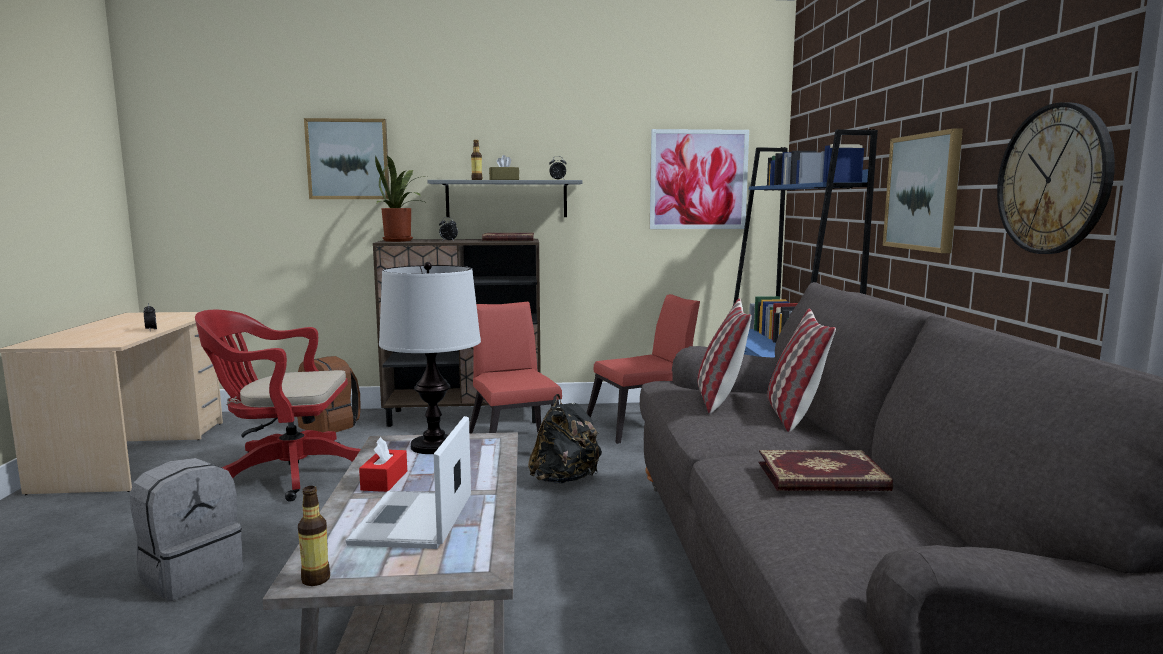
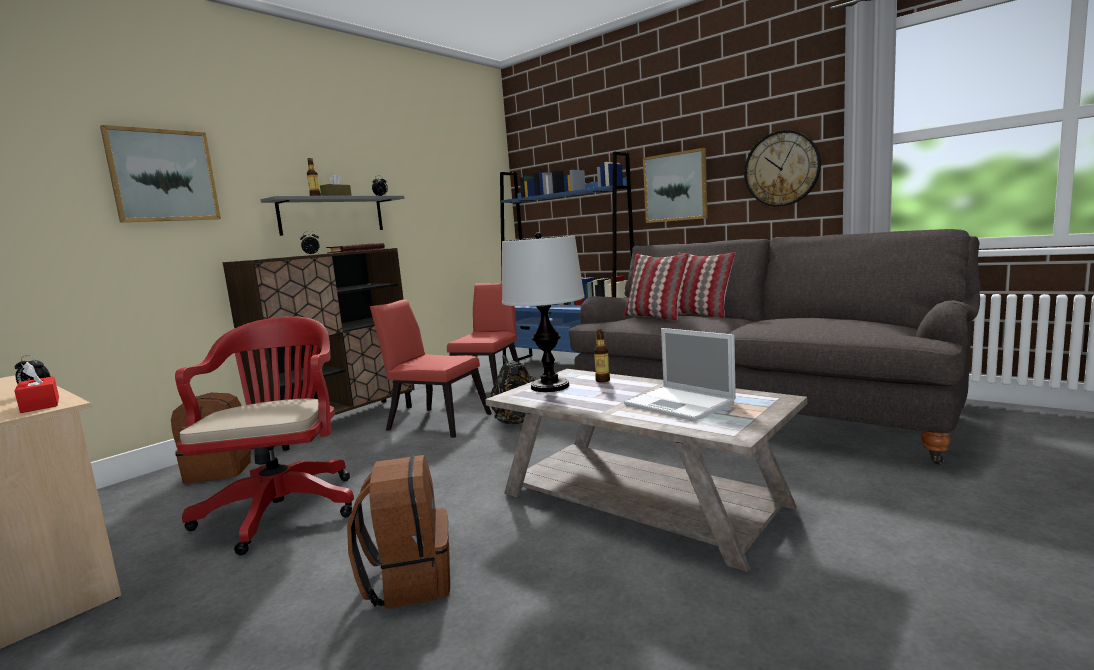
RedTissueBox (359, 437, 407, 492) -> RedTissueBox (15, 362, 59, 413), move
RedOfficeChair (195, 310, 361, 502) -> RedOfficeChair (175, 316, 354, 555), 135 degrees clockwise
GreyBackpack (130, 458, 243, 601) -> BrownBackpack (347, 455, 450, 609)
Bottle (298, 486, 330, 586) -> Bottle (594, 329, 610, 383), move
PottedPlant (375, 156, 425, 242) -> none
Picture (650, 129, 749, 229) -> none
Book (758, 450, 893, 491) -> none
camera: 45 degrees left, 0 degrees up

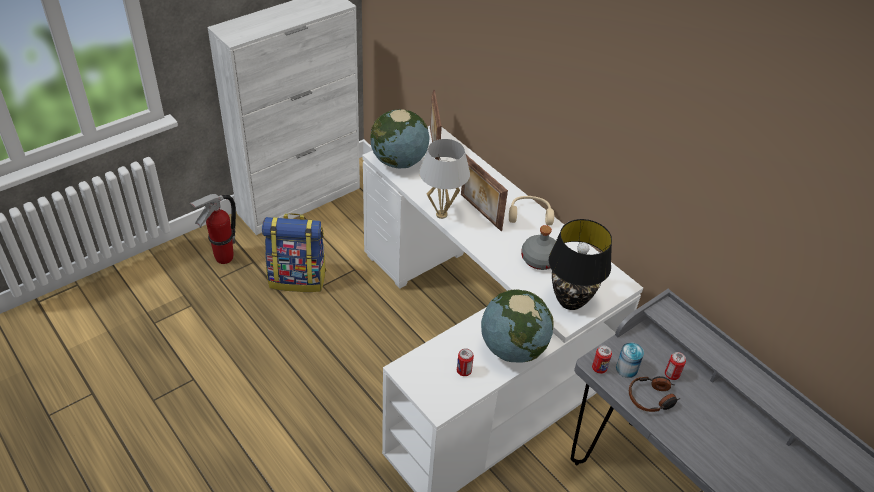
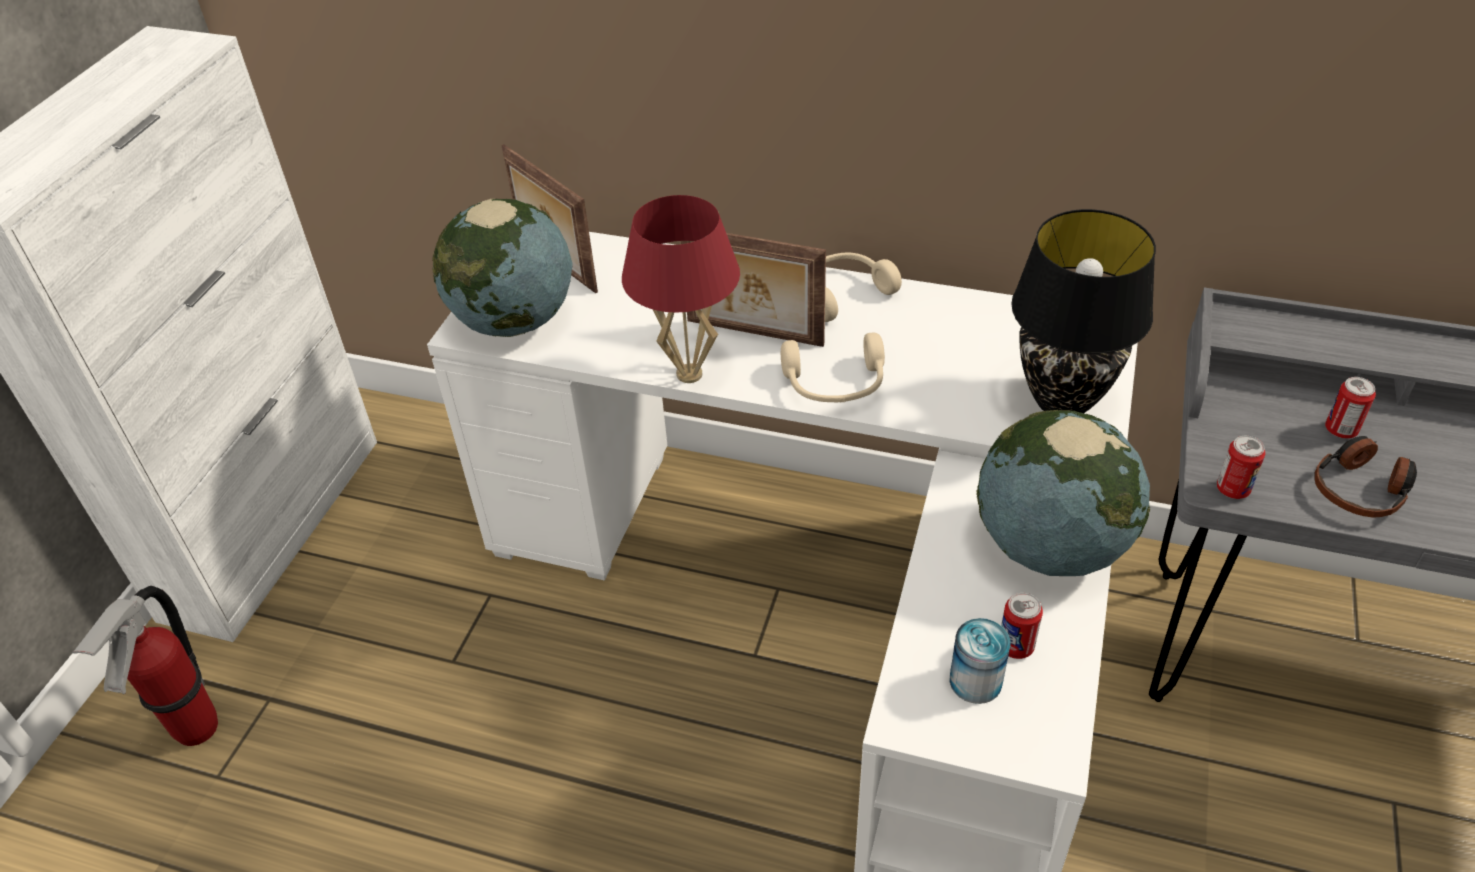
WhiteTableLamp (419, 139, 470, 219) -> RedTableLamp (622, 195, 740, 383)
none -> BeigeHeadphones (781, 333, 885, 402)
Can (616, 342, 644, 378) -> Can (950, 618, 1011, 704), move
Backpack (262, 213, 327, 292) -> none
GreyBottle (521, 225, 556, 270) -> none
camera: 30 degrees left, 0 degrees up

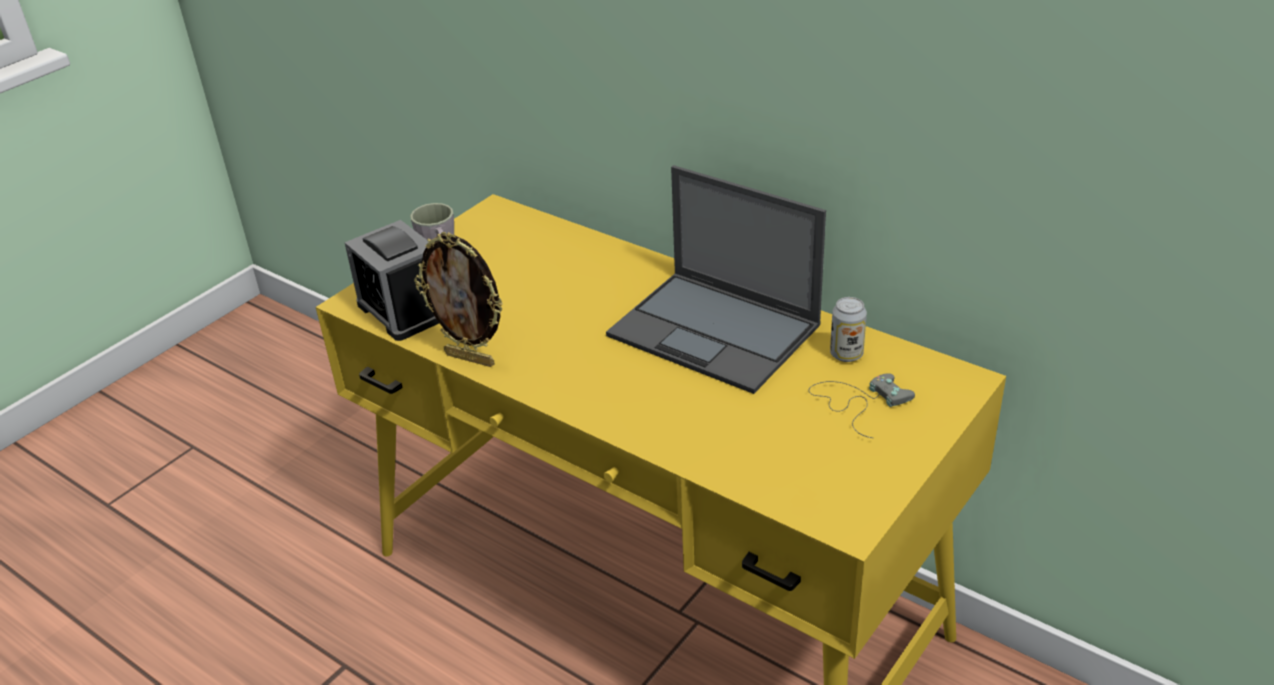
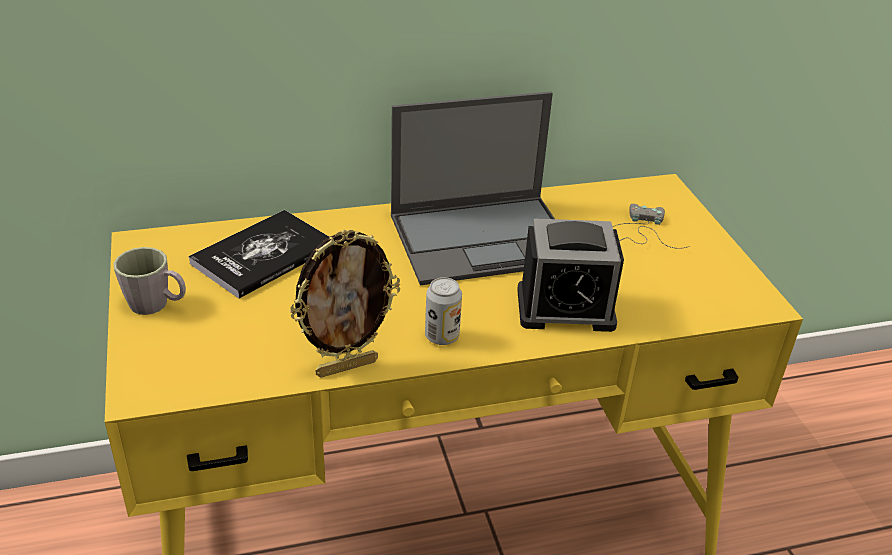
none -> Book (188, 210, 329, 299)
Can (830, 297, 867, 362) -> Can (425, 277, 462, 345), move
AlarmClock (344, 220, 439, 341) -> AlarmClock (517, 218, 624, 332), move
camera: 55 degrees left, 0 degrees up

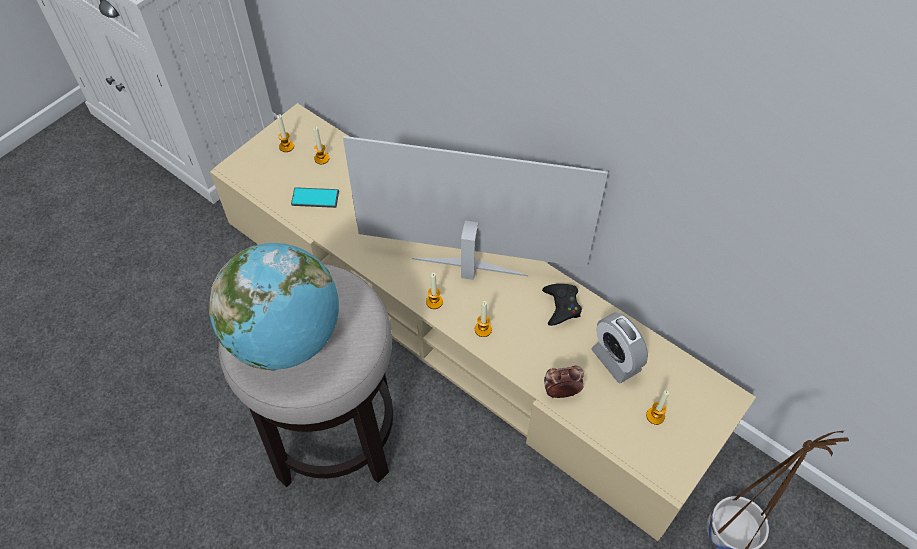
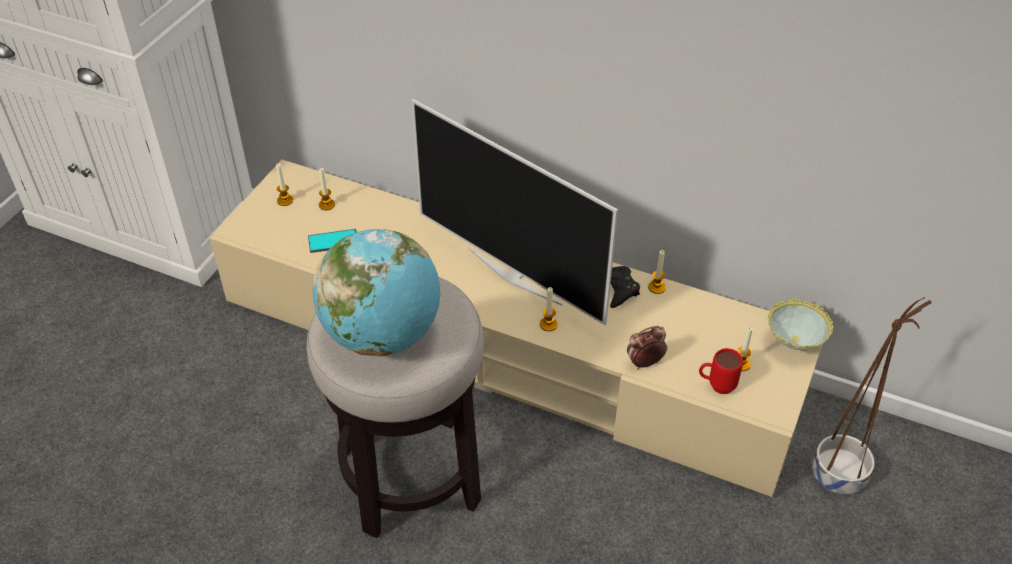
Television (343, 136, 608, 280) -> Television (412, 99, 618, 325), 135 degrees counterclockwise
Candle (426, 273, 443, 309) -> Candle (648, 250, 666, 294), move
none -> RedMug (699, 348, 743, 394)
none -> Bowl (768, 298, 833, 350)
AlarmClock (591, 313, 648, 384) -> none
camera: 15 degrees left, 10 degrees down

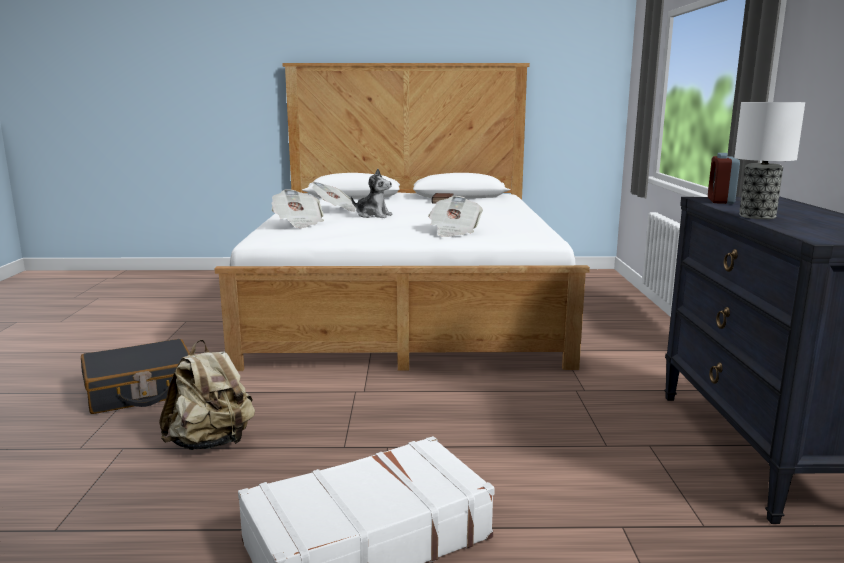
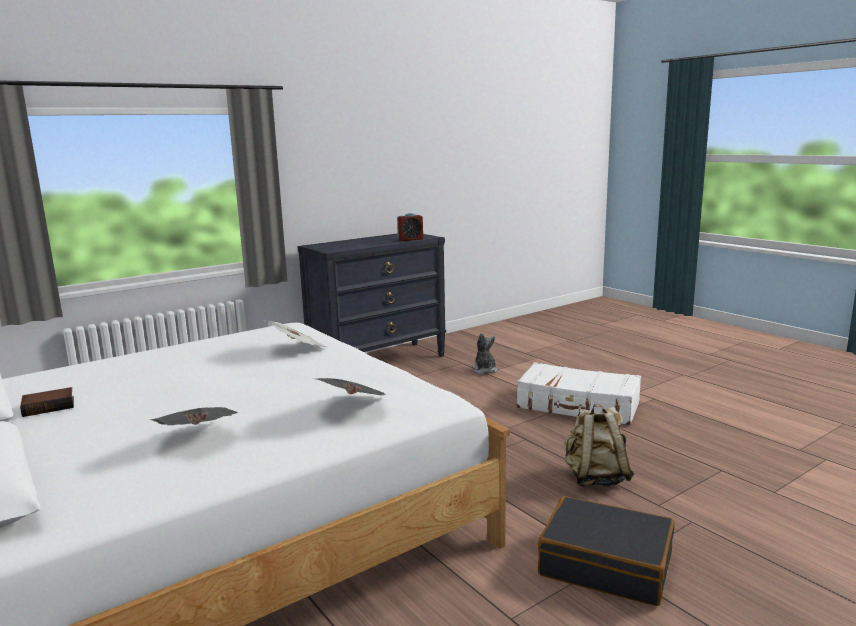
AlarmClock (708, 153, 740, 204) -> AlarmClock (397, 213, 423, 241), move
PlushToy (351, 169, 392, 218) -> PlushToy (472, 333, 497, 374), move
TableLamp (734, 102, 805, 219) -> none
camera: 125 degrees left, 0 degrees up

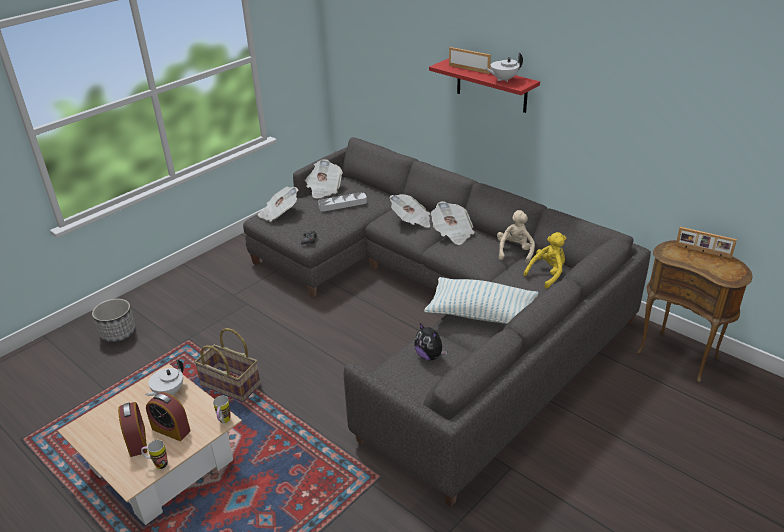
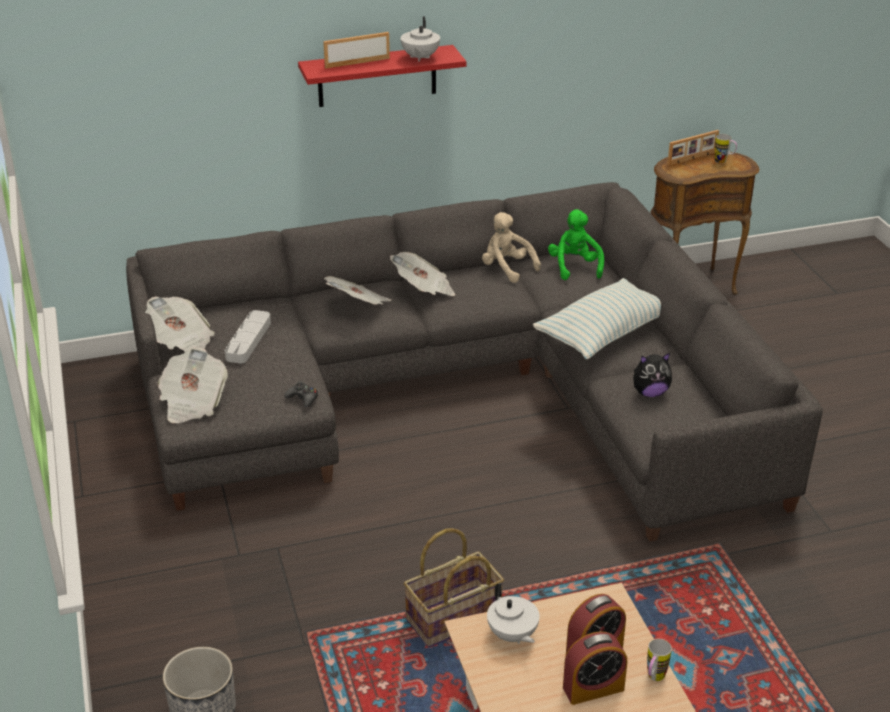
YellowPlushToy (524, 232, 566, 289) -> GreenPlushToy (548, 209, 604, 280)
AlarmClock (118, 402, 147, 457) -> AlarmClock (563, 631, 627, 705), 150 degrees clockwise
Mug (213, 396, 230, 423) -> Mug (715, 134, 737, 163), move
camera: 60 degrees left, 0 degrees up

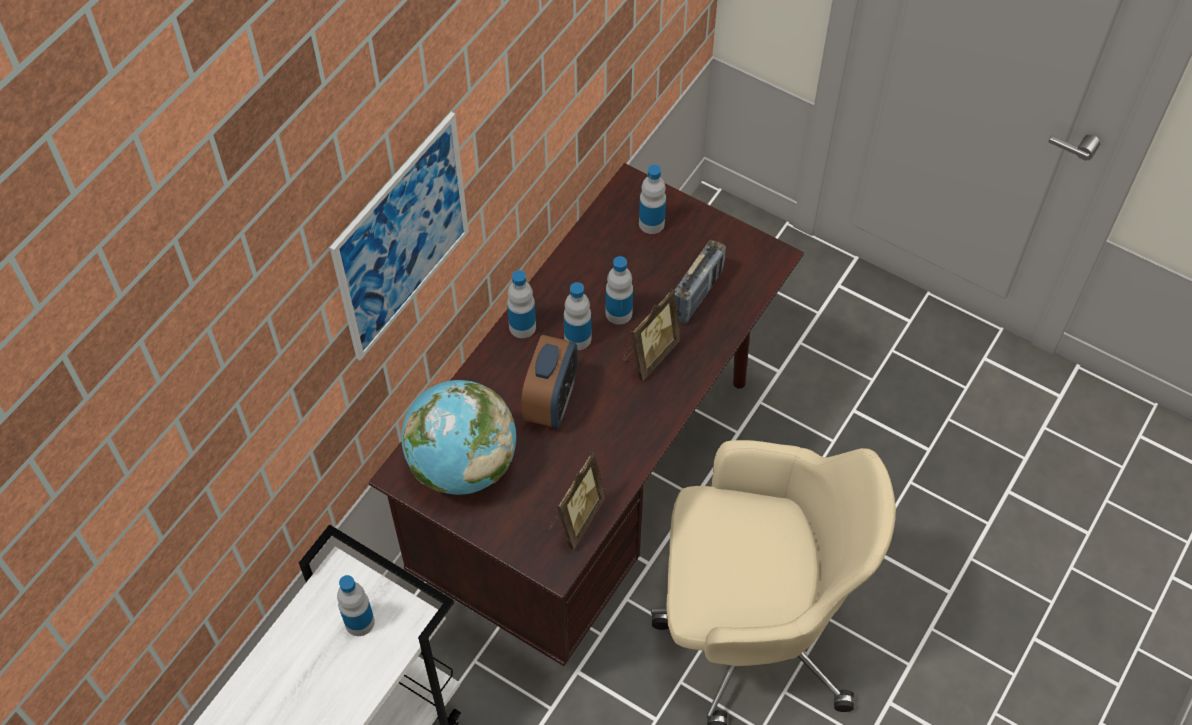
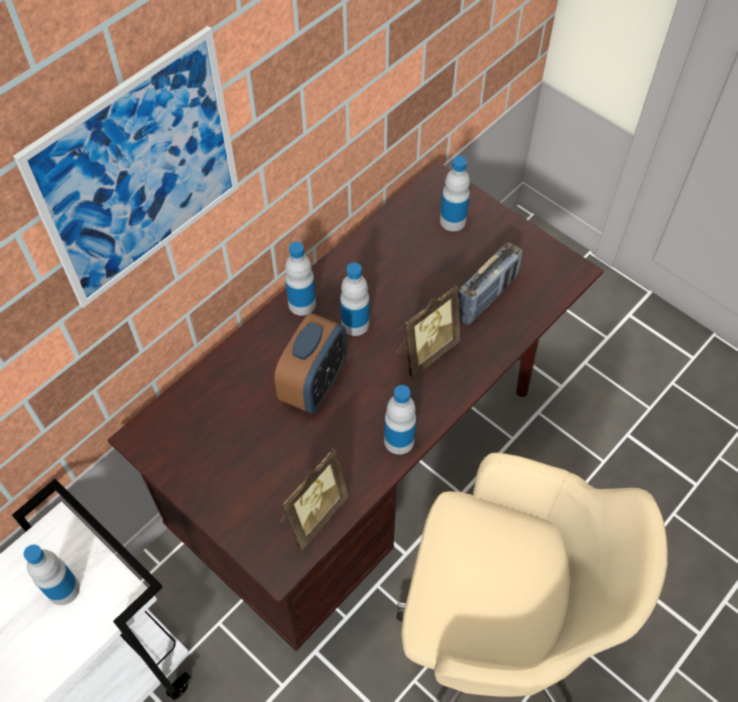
Bottle (606, 256, 633, 325) -> Bottle (384, 385, 416, 455), move
Globe (401, 380, 516, 495) -> none
camera: 10 degrees right, 0 degrees up

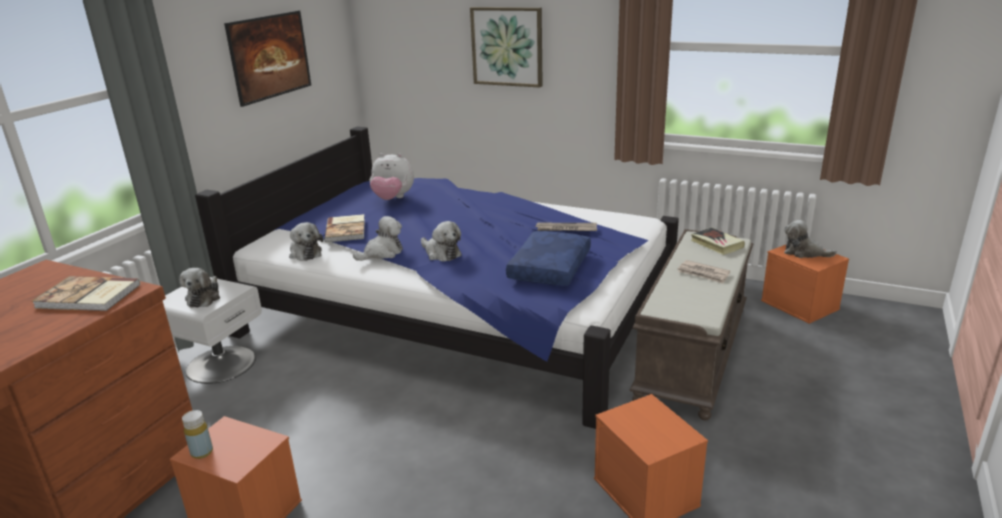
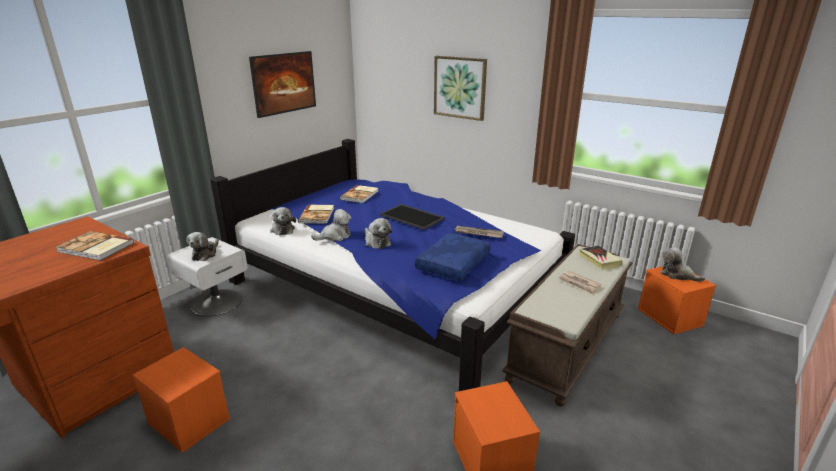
PlushToy (370, 153, 414, 200) -> Book (340, 185, 378, 203)
none -> Tray (380, 204, 445, 230)
YellowBottle (182, 410, 213, 459) -> none
camera: 10 degrees right, 0 degrees up

